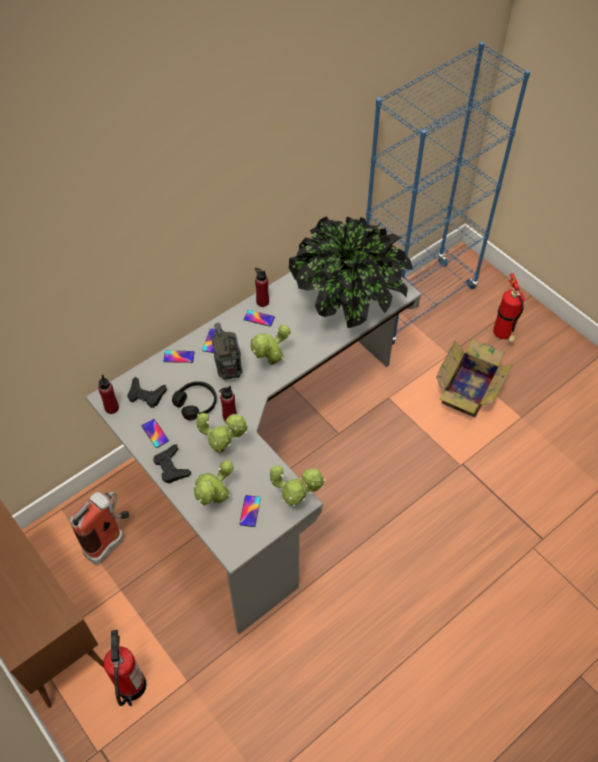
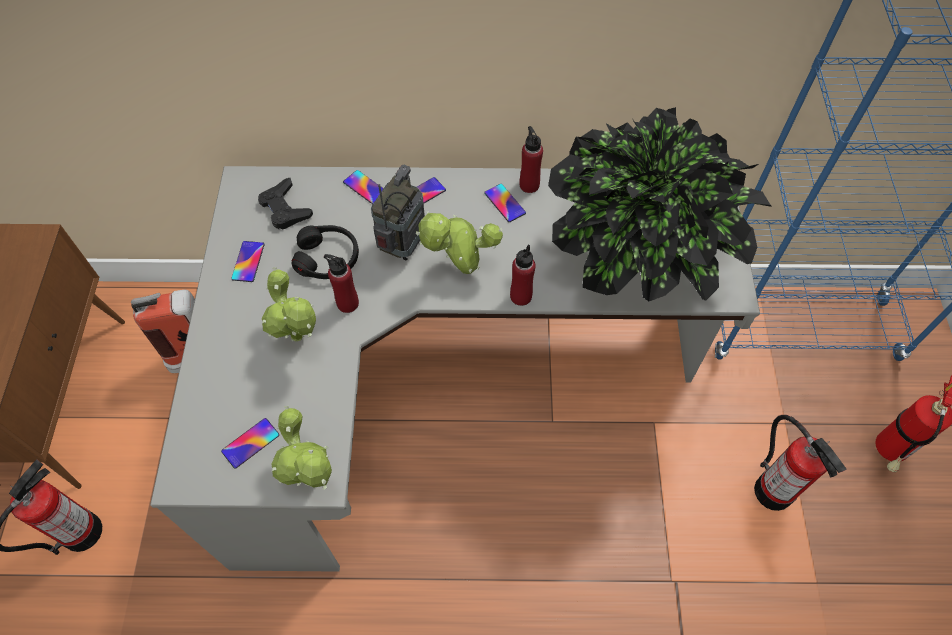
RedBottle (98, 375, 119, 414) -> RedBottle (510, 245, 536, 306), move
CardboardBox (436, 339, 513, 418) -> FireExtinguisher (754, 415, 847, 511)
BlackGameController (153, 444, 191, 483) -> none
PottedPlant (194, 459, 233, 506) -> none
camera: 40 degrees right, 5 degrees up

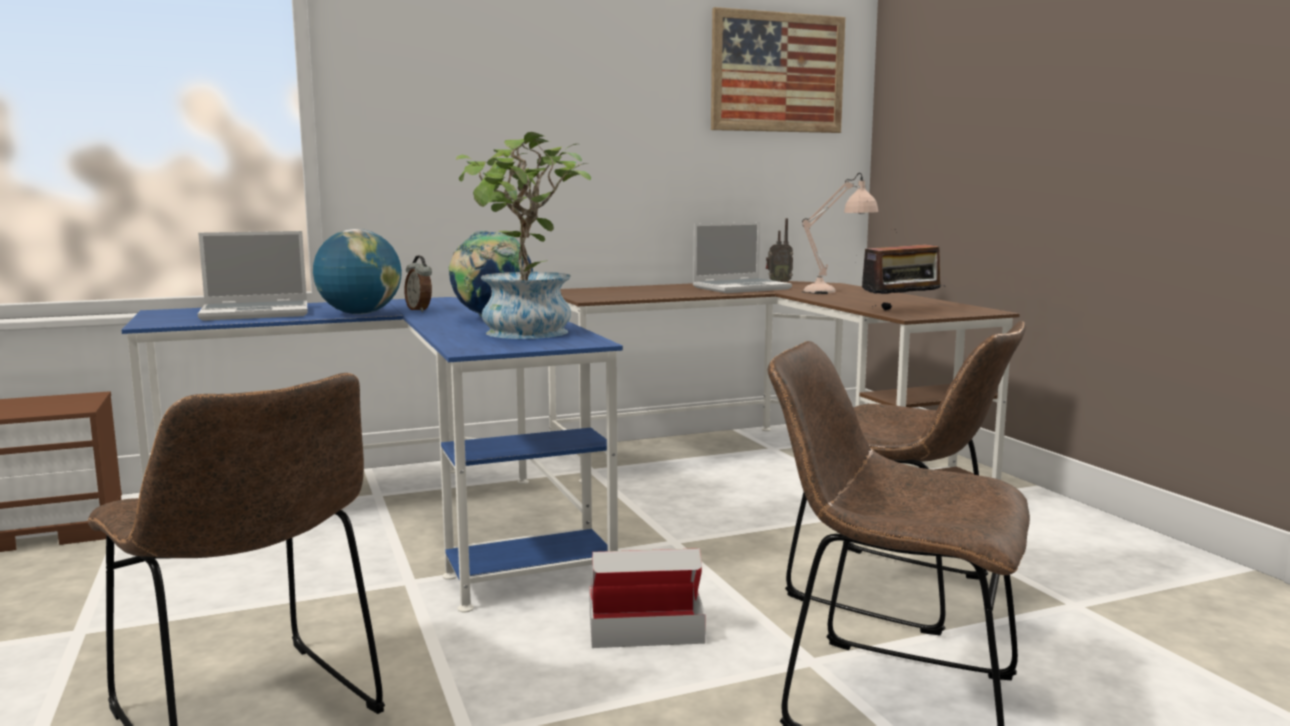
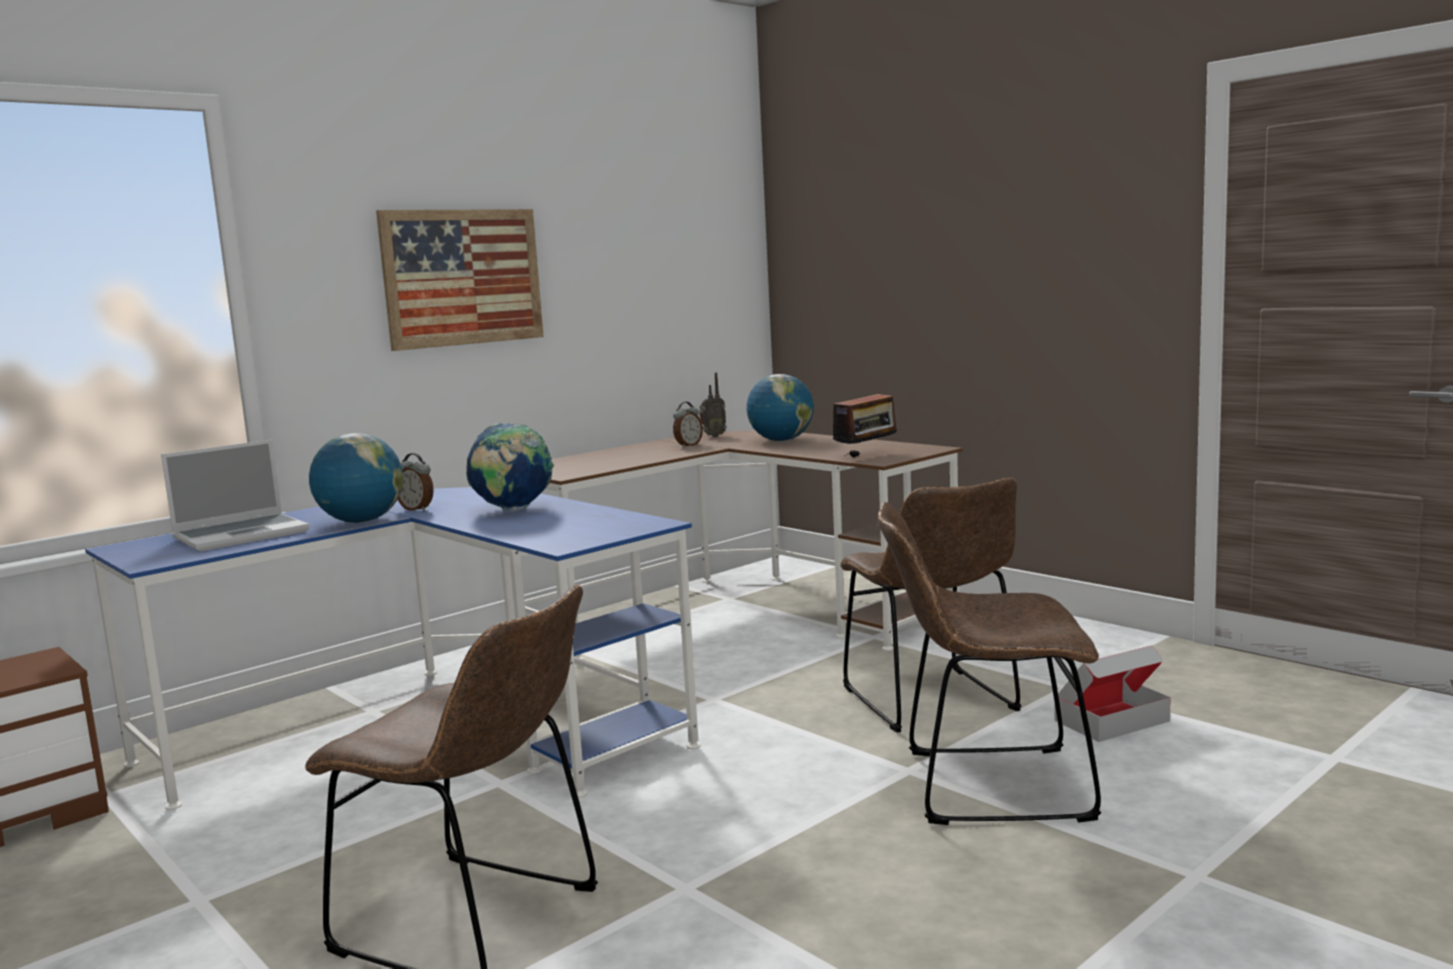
Picture (711, 7, 846, 133) -> Picture (376, 209, 544, 351), move
Laptop (693, 222, 792, 293) -> AlarmClock (673, 402, 703, 448)
BeigeTableLamp (802, 173, 878, 294) -> Globe (747, 374, 814, 441)
BrownChair (785, 321, 1026, 636) -> BrownChair (840, 477, 1021, 732), 60 degrees clockwise
CardboardBox (589, 548, 706, 648) -> CardboardBox (1055, 645, 1171, 742), move
PottedPlant (455, 132, 591, 339) -> none
camera: 20 degrees left, 0 degrees up

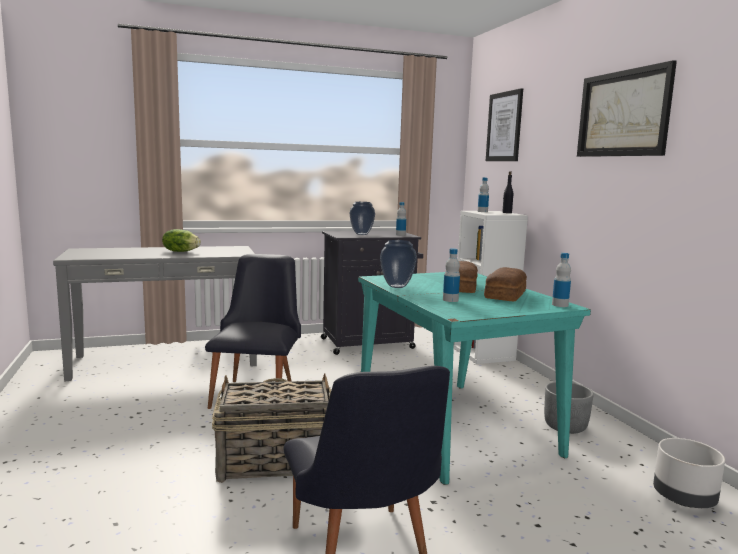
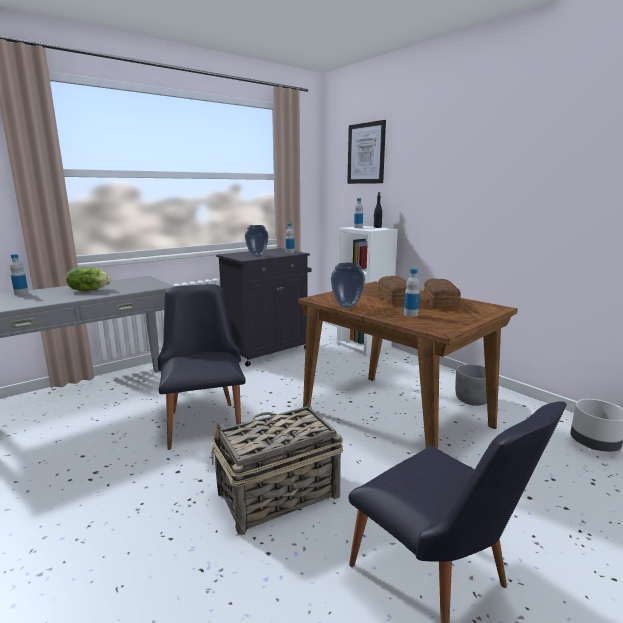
Bottle (552, 253, 571, 307) -> Bottle (10, 254, 29, 296), move
TurquoiseDiningTable (358, 272, 591, 485) -> BrownDiningTable (298, 281, 518, 449)
Picture (577, 60, 677, 157) -> none
camera: 20 degrees left, 5 degrees up

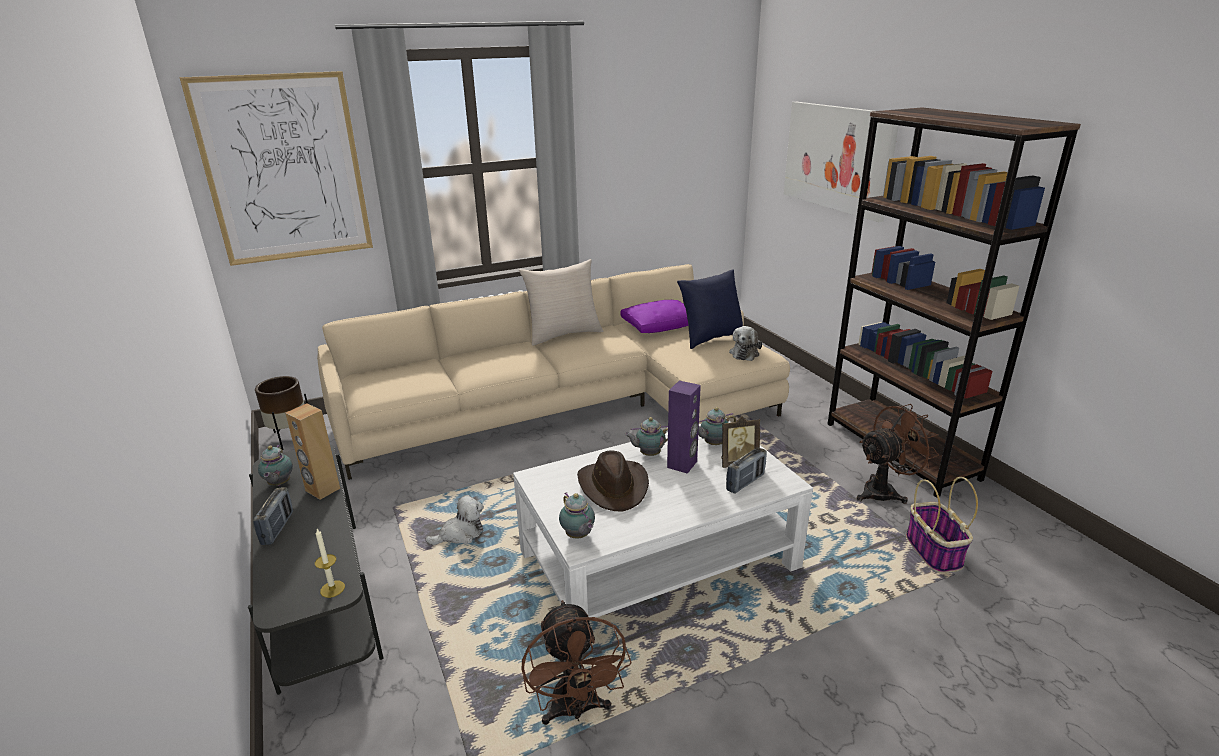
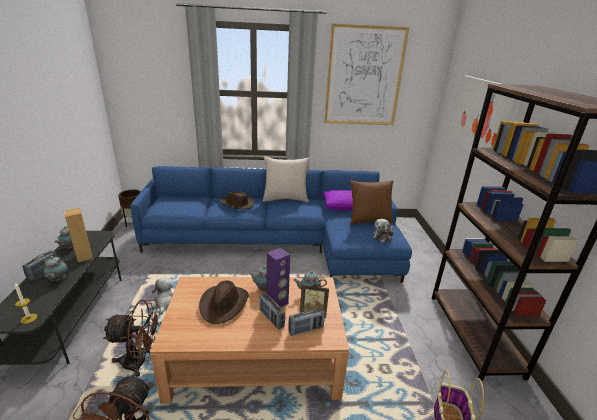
Teapot (559, 493, 595, 538) -> Teapot (44, 255, 68, 281), move
BrownFan (856, 404, 939, 504) -> BrownFan (103, 300, 162, 377), move
BeigeSofa (317, 264, 790, 480) -> BlueSofa (130, 166, 412, 283)
WhiteCoffeeTable (513, 418, 813, 618) -> BrownCoffeeTable (150, 277, 349, 403)
PlushToy (425, 495, 484, 545) -> PlushToy (152, 278, 174, 315), 90 degrees counterclockwise
none -> BrownHat (220, 191, 254, 209)
none -> Radio (259, 293, 285, 330)
Picture (180, 71, 373, 266) -> Picture (324, 23, 409, 125), move
BluePillow (677, 270, 743, 349) -> BrownPillow (350, 180, 393, 225)
camera: 20 degrees right, 0 degrees up

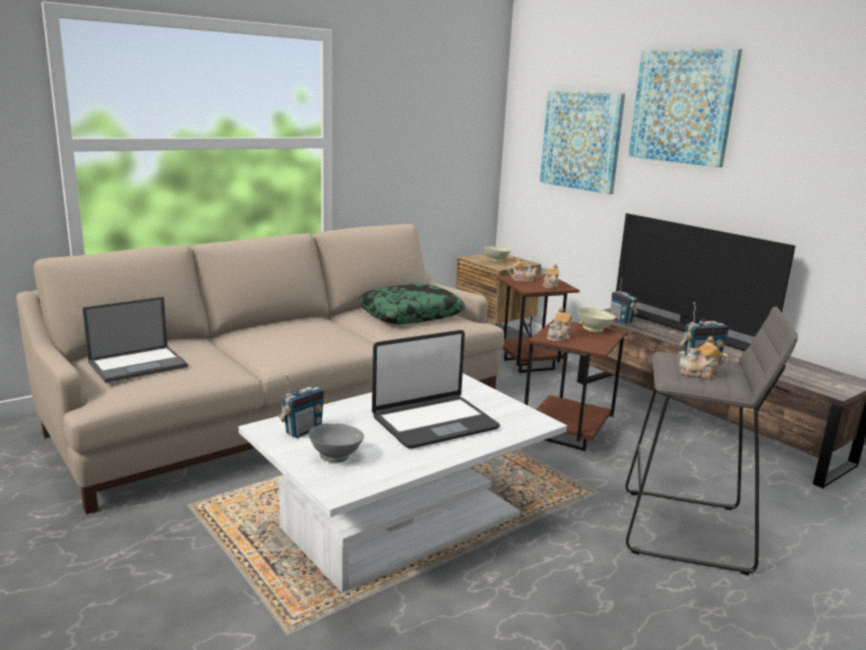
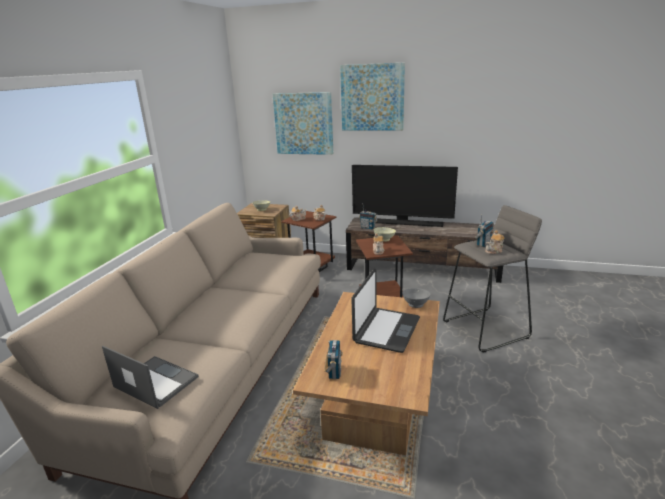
Laptop (82, 296, 188, 383) -> Laptop (102, 346, 199, 409), 75 degrees counterclockwise
WhiteCoffeeTable (239, 374, 567, 593) -> BrownCoffeeTable (293, 292, 440, 455)
GreyBowl (309, 423, 364, 463) -> GreyBowl (402, 288, 431, 308), move
Pillow (357, 284, 465, 324) -> none
camera: 35 degrees left, 5 degrees up

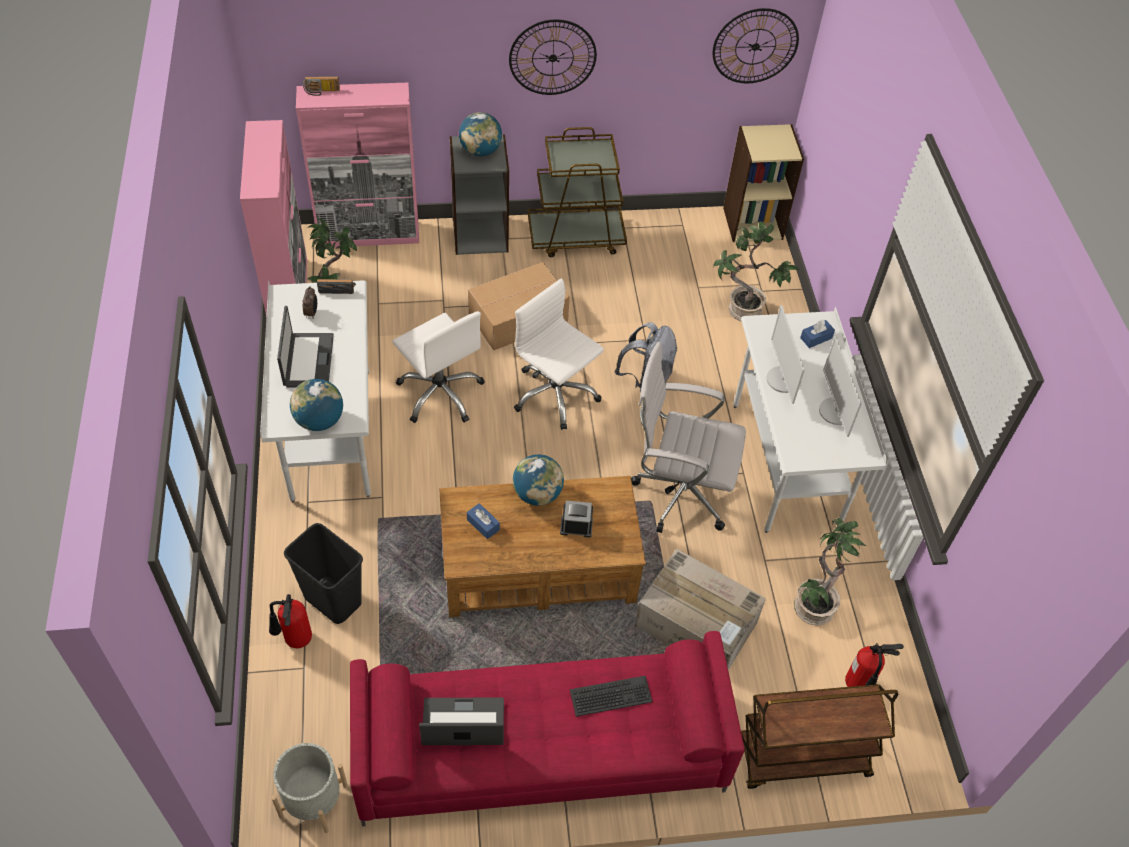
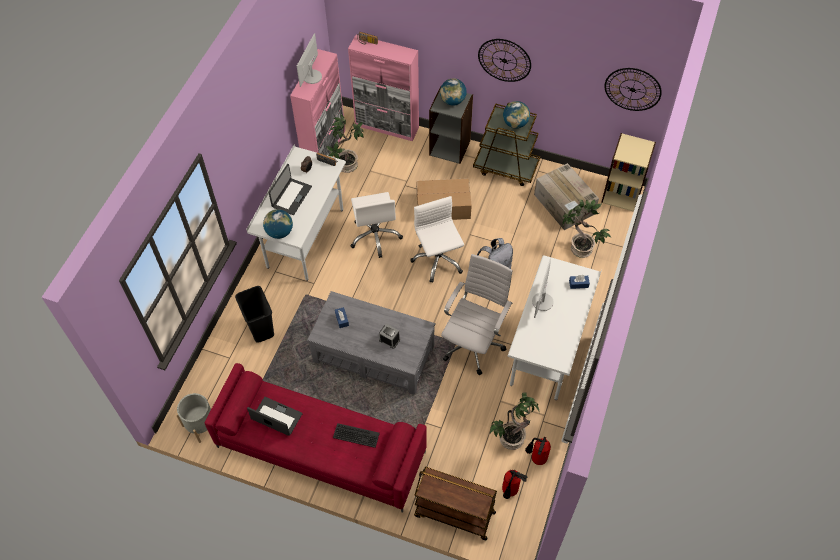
Monitor (819, 336, 862, 437) -> Monitor (297, 33, 322, 87), move
BrownCoffeeTable (439, 476, 646, 617) -> GreyCoffeeTable (307, 291, 436, 395)
WhiteOfficeChair (631, 342, 746, 533) -> WhiteOfficeChair (441, 254, 513, 375), 75 degrees clockwise
Globe (513, 454, 564, 506) -> Globe (503, 101, 530, 128), move
FireExtinguisher (269, 594, 312, 648) -> FireExtinguisher (525, 437, 551, 465), move
CardboardBox (635, 548, 766, 670) -> CardboardBox (534, 163, 599, 230), move
camera: 30 degrees right, 5 degrees up

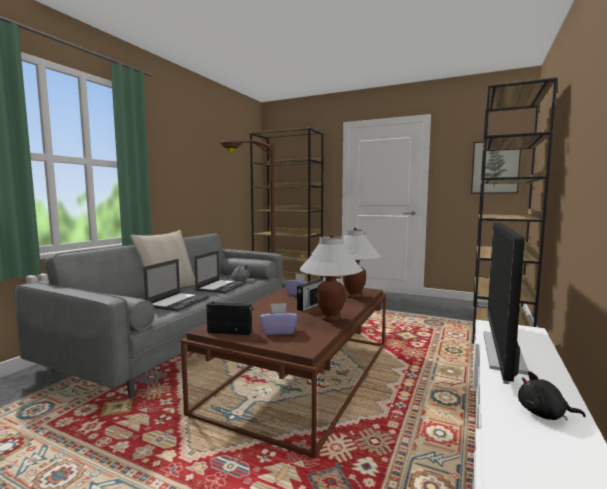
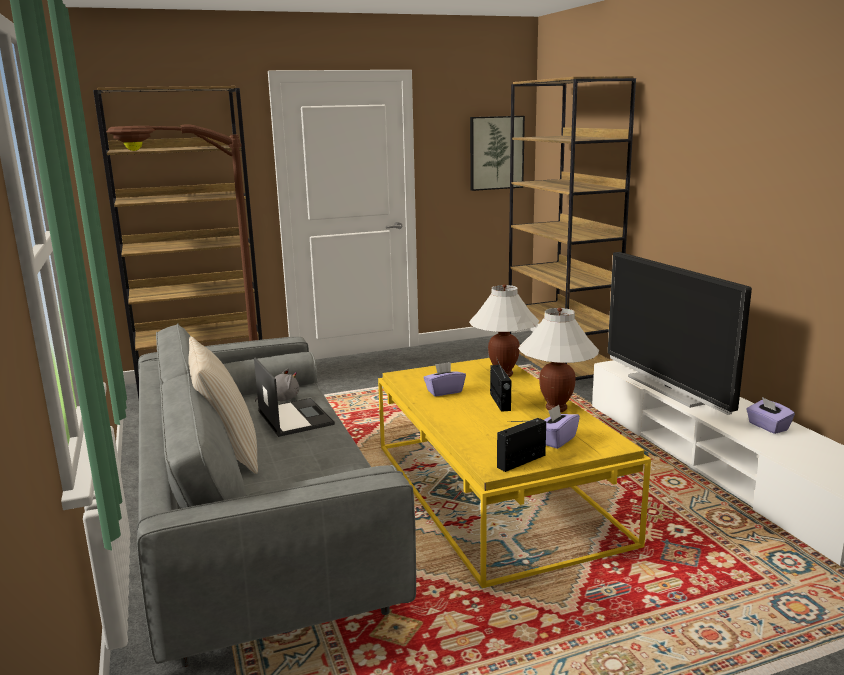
BrownCoffeeTable (181, 286, 386, 458) -> YellowCoffeeTable (378, 358, 651, 588)
BlackPlushToy (518, 371, 586, 420) -> PurpleTissueBox (746, 397, 795, 434)
Laptop (143, 259, 209, 311) -> none
camera: 45 degrees left, 10 degrees up

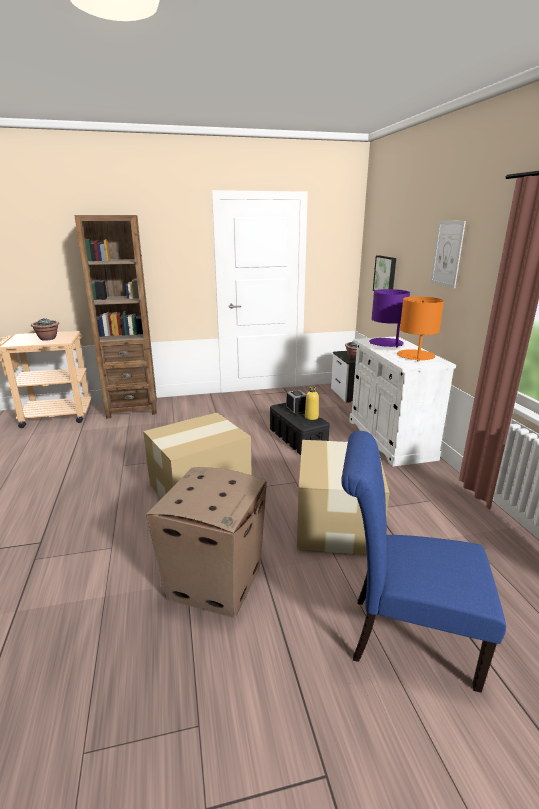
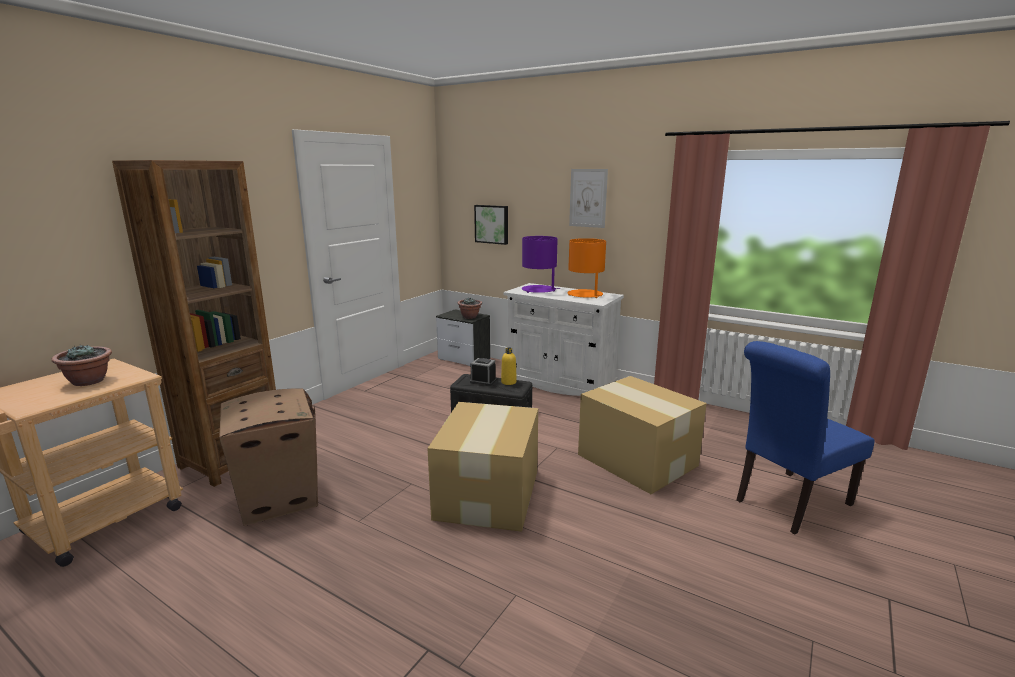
CardboardBox (146, 467, 267, 618) -> CardboardBox (220, 388, 318, 526), move
camera: 45 degrees left, 5 degrees down

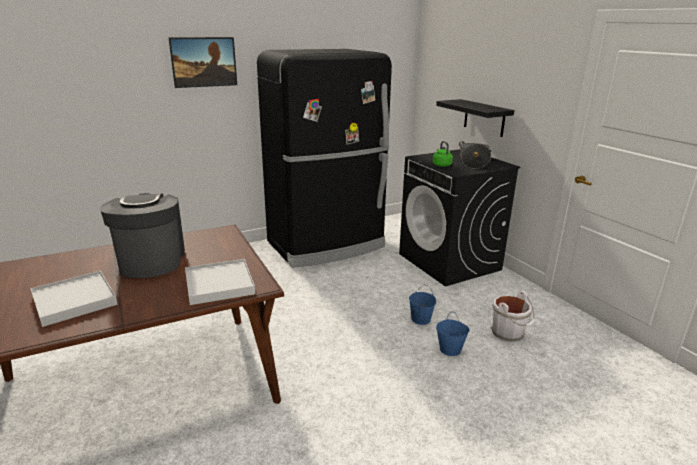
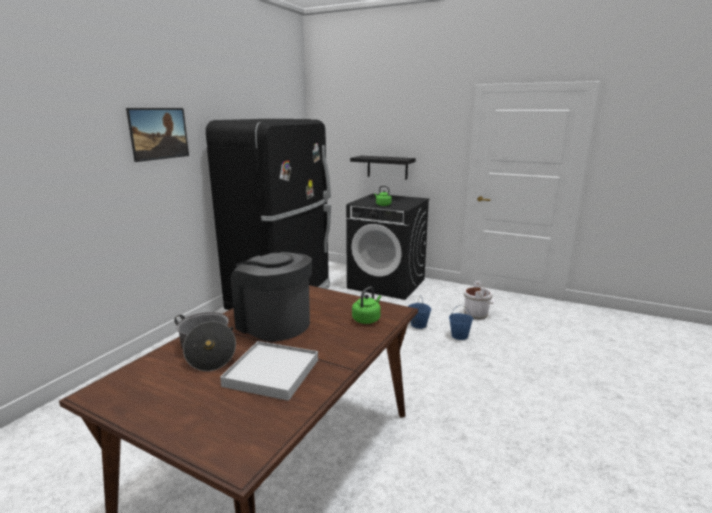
CookingPot (459, 141, 491, 169) -> CookingPot (174, 312, 236, 371), move
WhiteTray (185, 259, 255, 305) -> GreenKettle (352, 286, 381, 324)
camera: 35 degrees left, 5 degrees down

